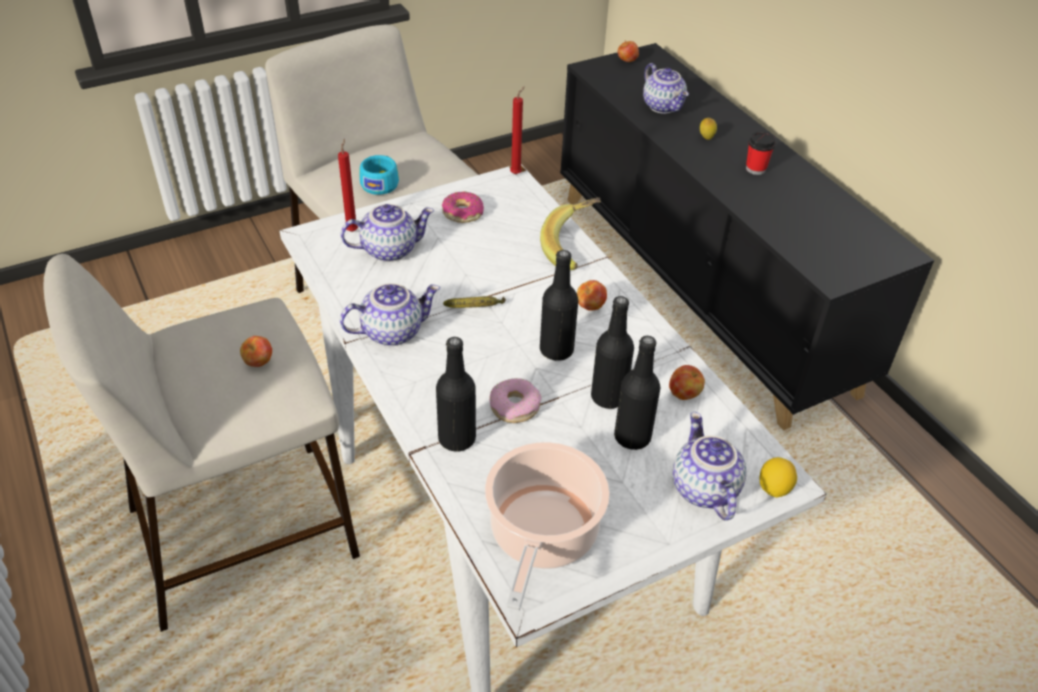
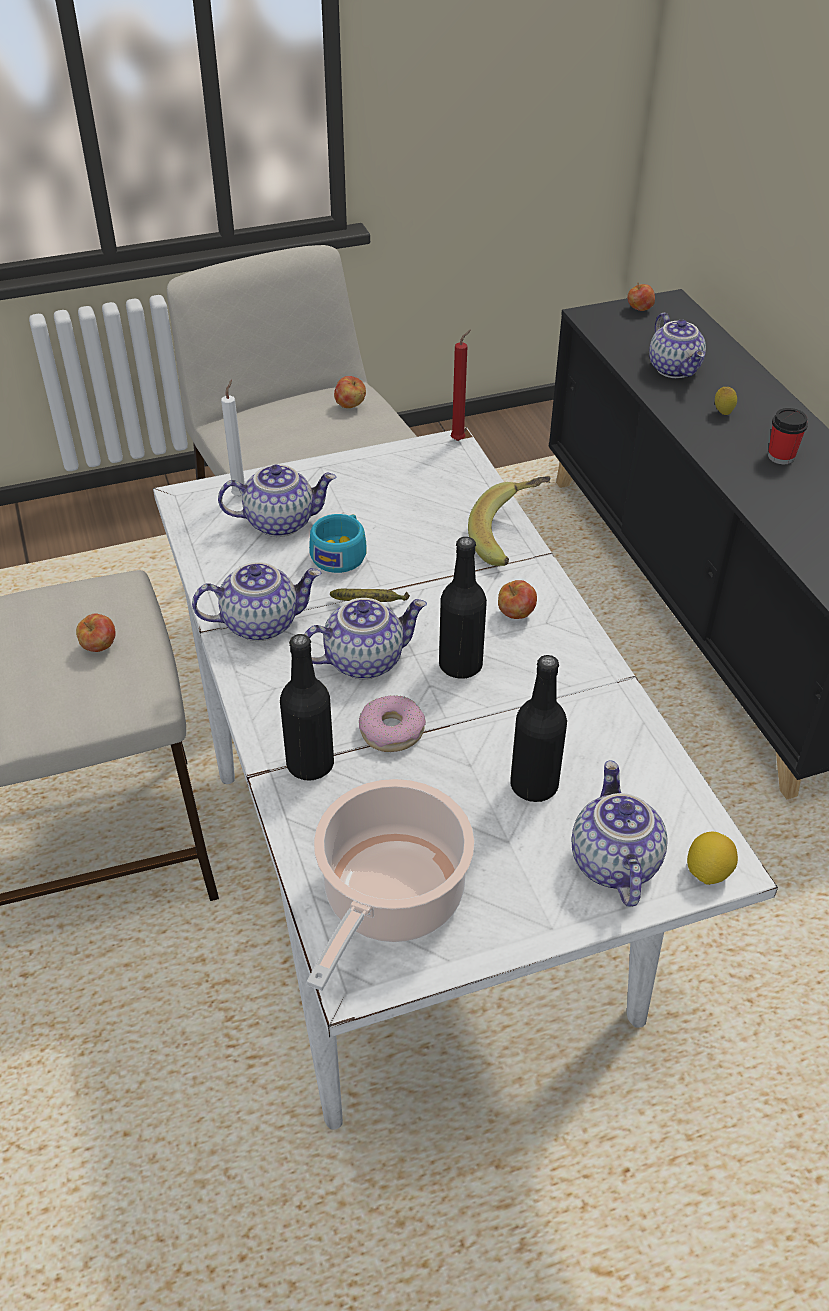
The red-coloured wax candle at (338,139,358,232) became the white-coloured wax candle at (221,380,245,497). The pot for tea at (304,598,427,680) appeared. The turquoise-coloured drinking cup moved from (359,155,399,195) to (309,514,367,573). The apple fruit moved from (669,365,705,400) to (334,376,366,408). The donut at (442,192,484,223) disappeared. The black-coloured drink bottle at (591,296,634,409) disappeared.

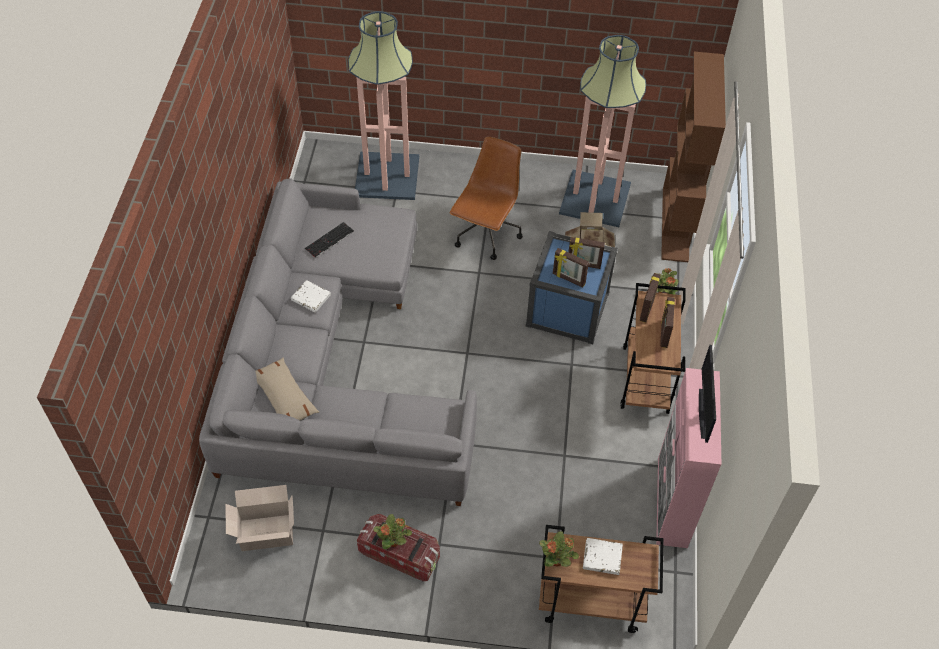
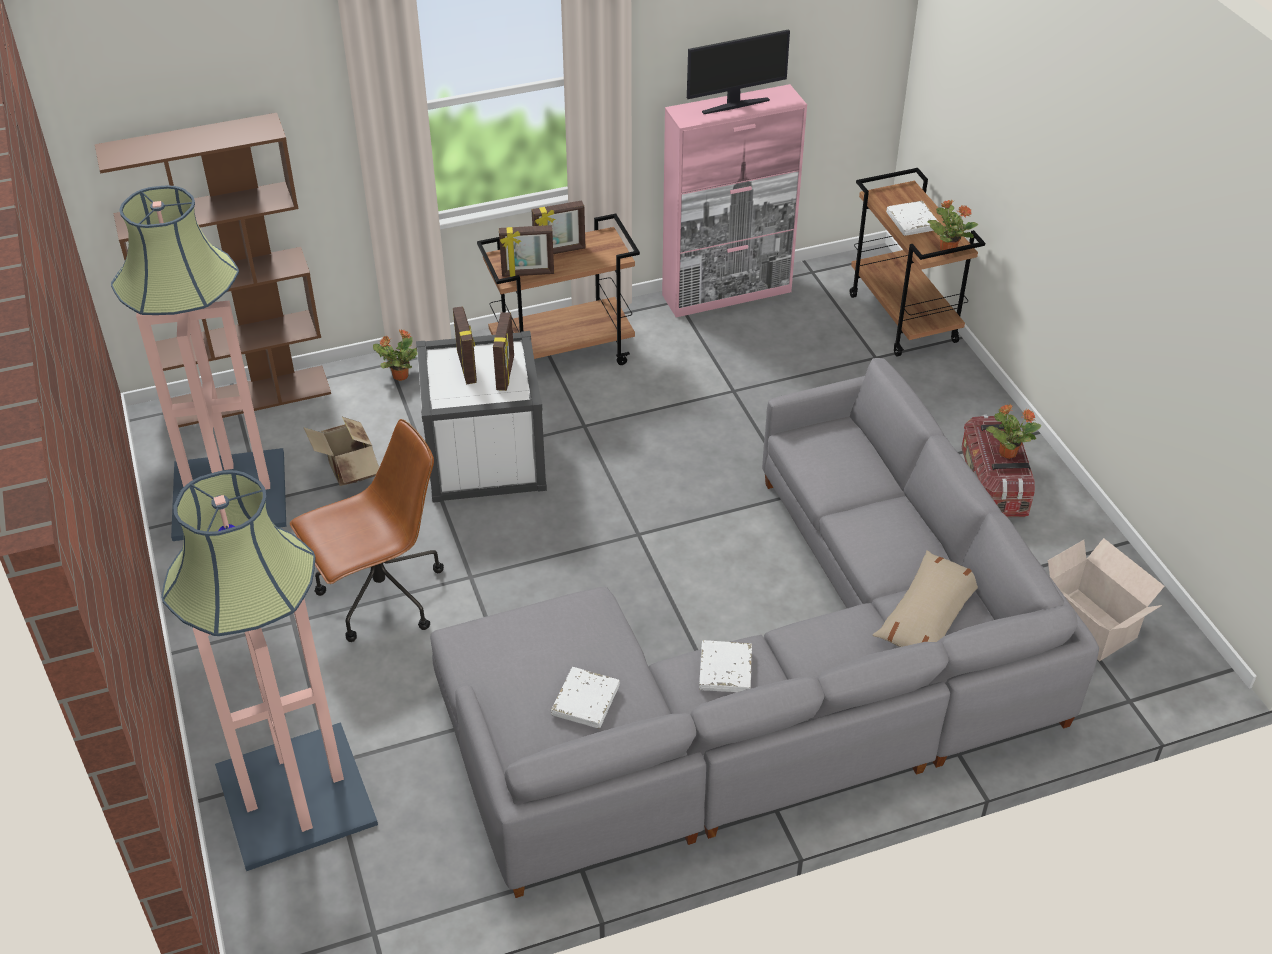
The brown computer chair at (450,137,523,260) turned 150 degrees clockwise. The blue storage bin at (526,231,618,344) became the white-coloured storage bin at (416,331,547,503). The keyboard at (305,222,354,258) was replaced by the white-coloured book at (551,667,620,728).

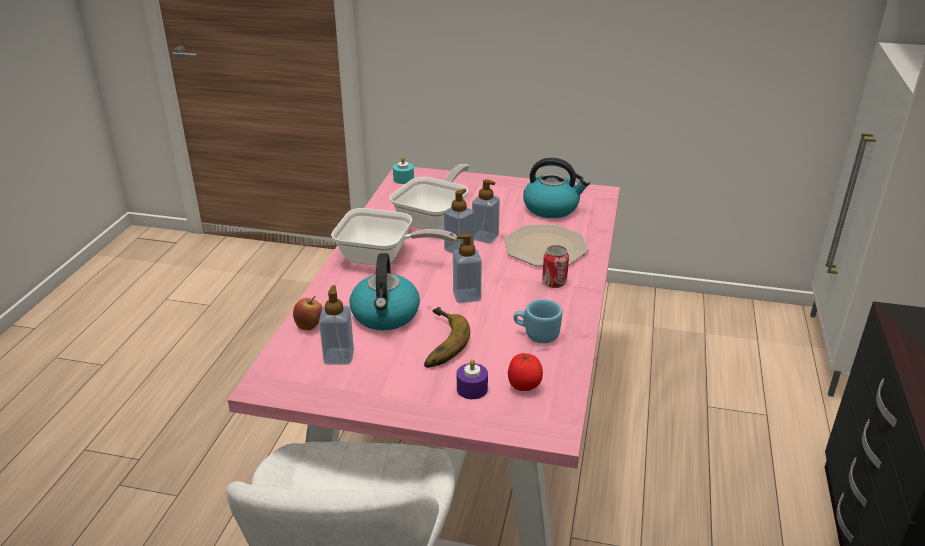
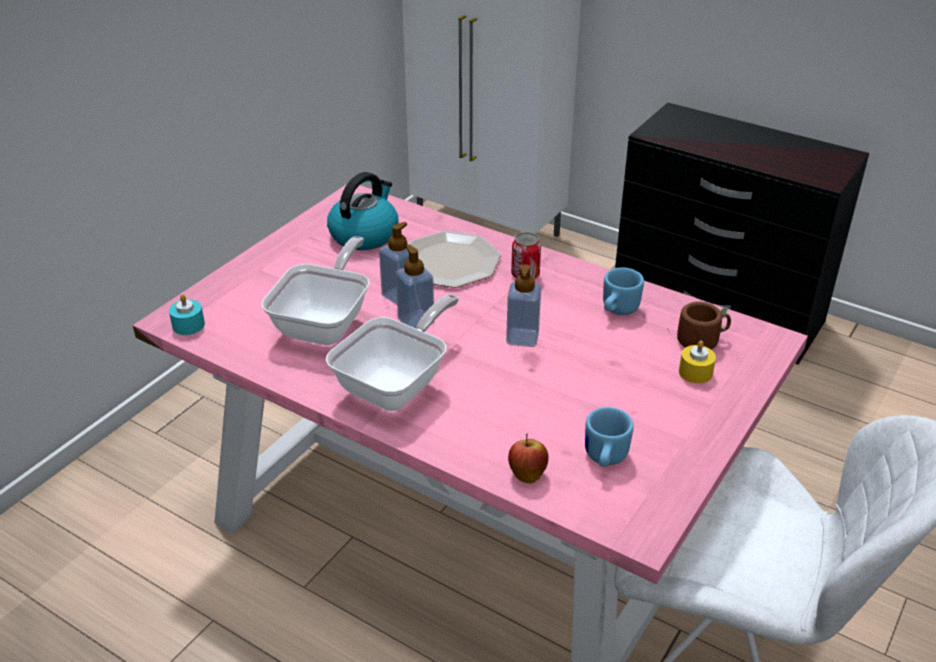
The frying pan at (390,164,469,230) turned 60 degrees clockwise. The soap bottle at (319,285,354,365) was replaced by the blue mug at (585,407,634,467). The tomato at (508,353,543,391) was replaced by the brown mug at (667,301,731,349). The purple wax candle at (457,359,488,399) became the yellow wax candle at (679,340,716,384). The water kettle at (349,253,420,330) disappeared. The banana fruit at (424,307,470,368) disappeared.

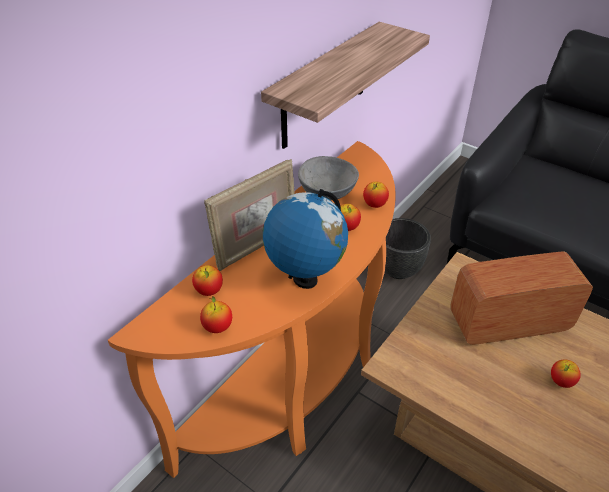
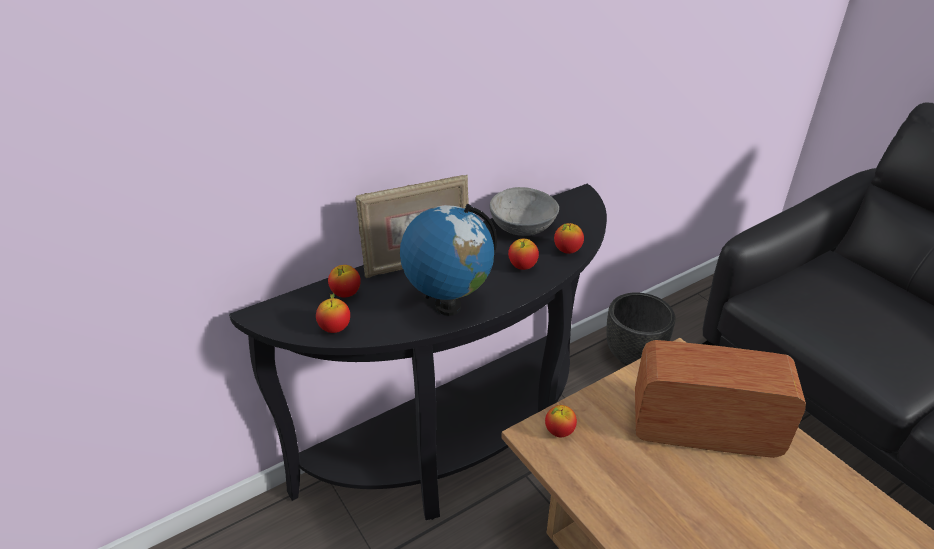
The orange-coloured hall table at (108,141,396,478) became the black-coloured hall table at (229,184,607,520). The apple fruit moved from (551,360,581,388) to (545,405,577,438). The bracket shelf at (261,22,430,149) disappeared.

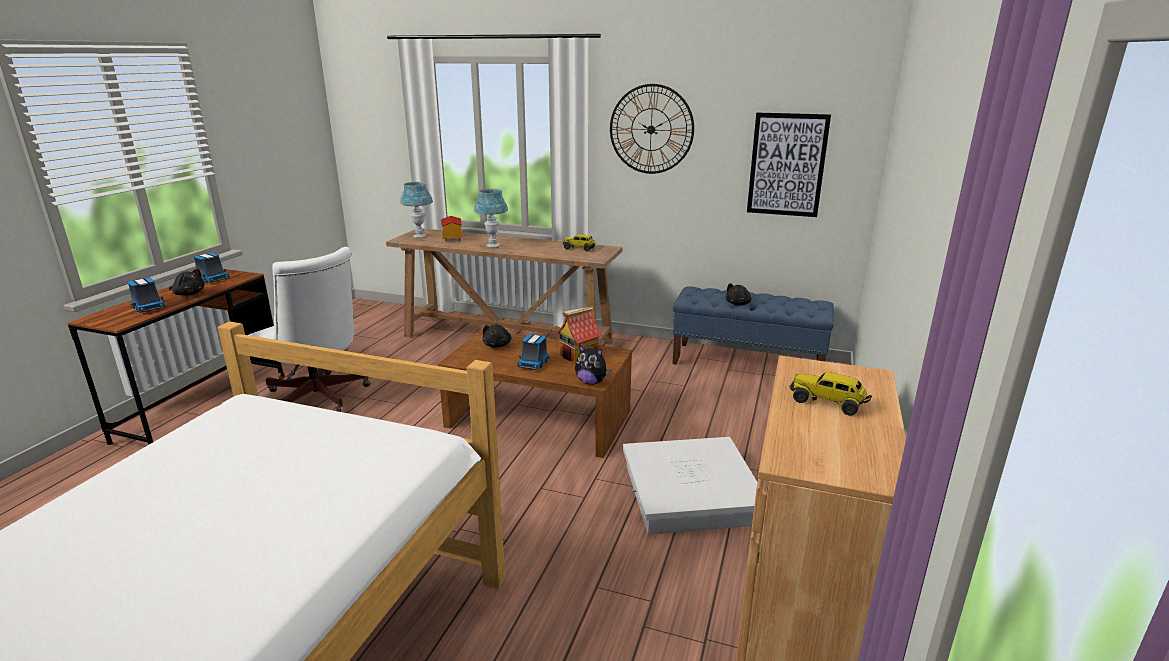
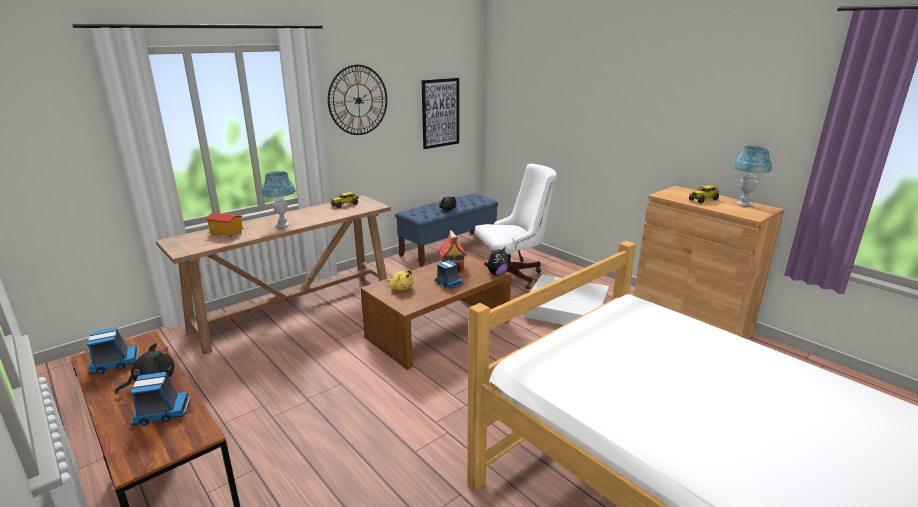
The black-coloured soft toy at (483,324,512,348) became the yellow soft toy at (387,270,413,291). The white-coloured computer chair moved from (249,247,370,412) to (475,163,557,289). The blue lamp for a table moved from (400,182,433,238) to (733,146,772,206).

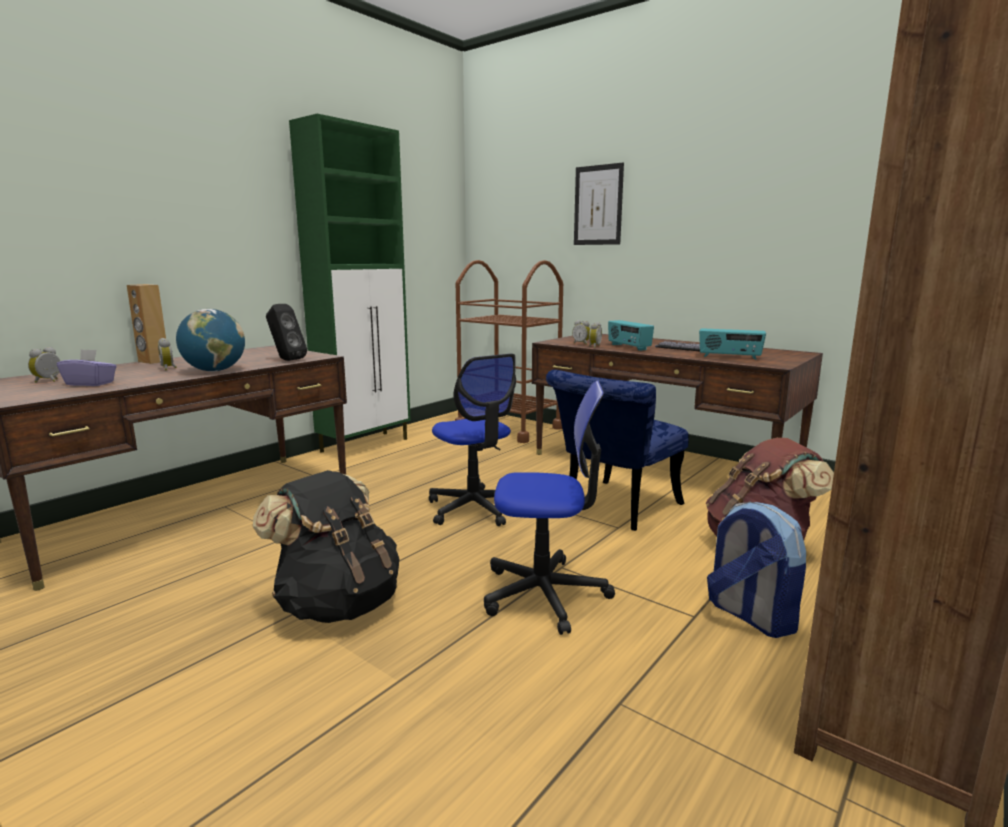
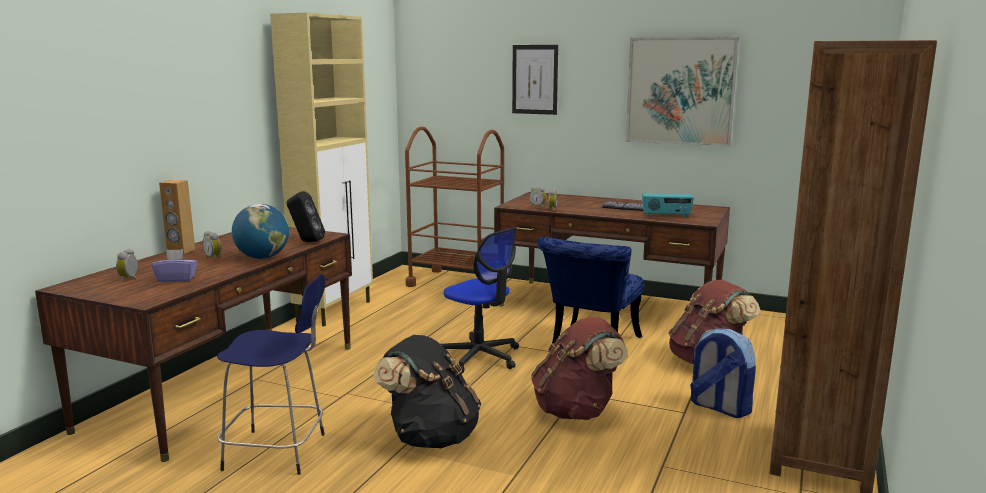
The blue sitting stool at (217,274,325,475) appeared. The greenish storage cabinet at (289,114,411,453) became the sand-coloured storage cabinet at (270,13,373,326). The computer chair at (484,381,615,635) was replaced by the brown rucksack at (531,317,628,420). The wall picture at (626,37,740,147) appeared. The radio receiver at (608,320,654,351) disappeared.

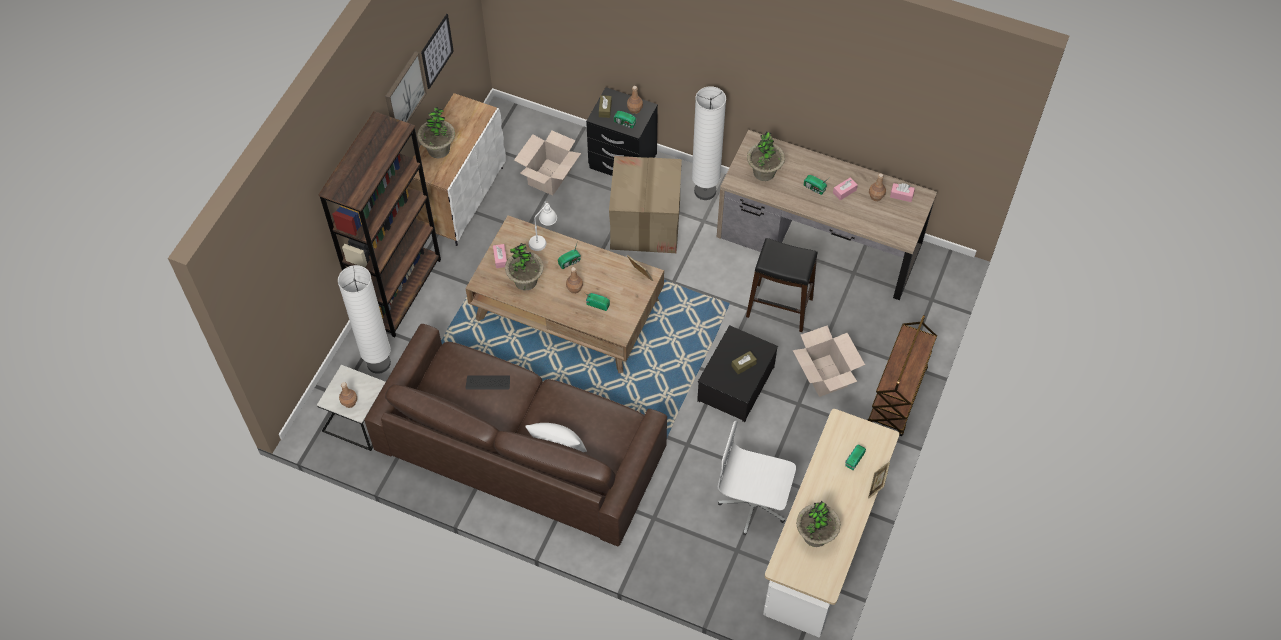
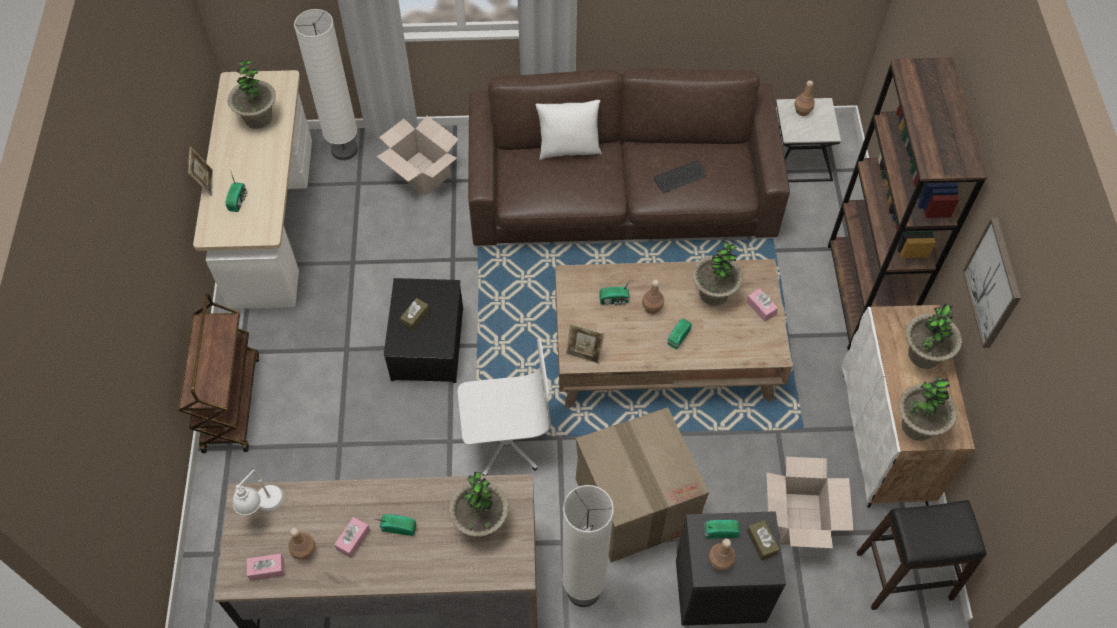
The white-coloured lamp for a table moved from (528,201,557,251) to (233,470,284,515). The white-coloured standard lamp moved from (338,265,391,374) to (294,9,358,160). The cardboard box moved from (793,326,865,397) to (377,116,459,196). The white-coloured computer chair moved from (718,421,796,535) to (458,339,551,476). The black-coloured sitting stool moved from (746,238,818,332) to (856,500,986,610). The plant in a pot at (899,376,957,441) appeared. The wall picture at (421,14,454,89) disappeared.

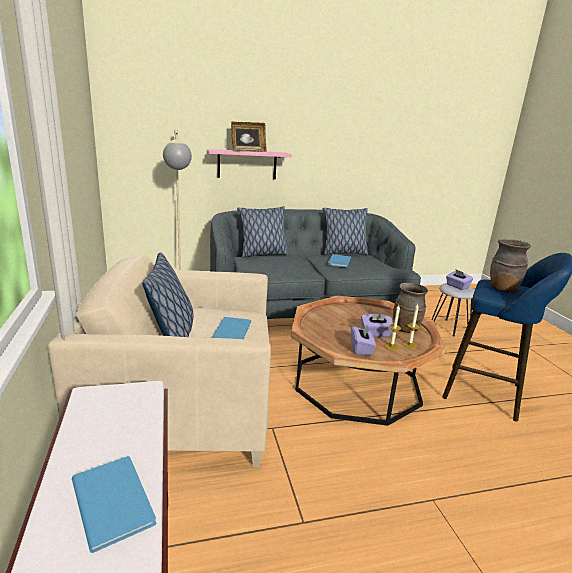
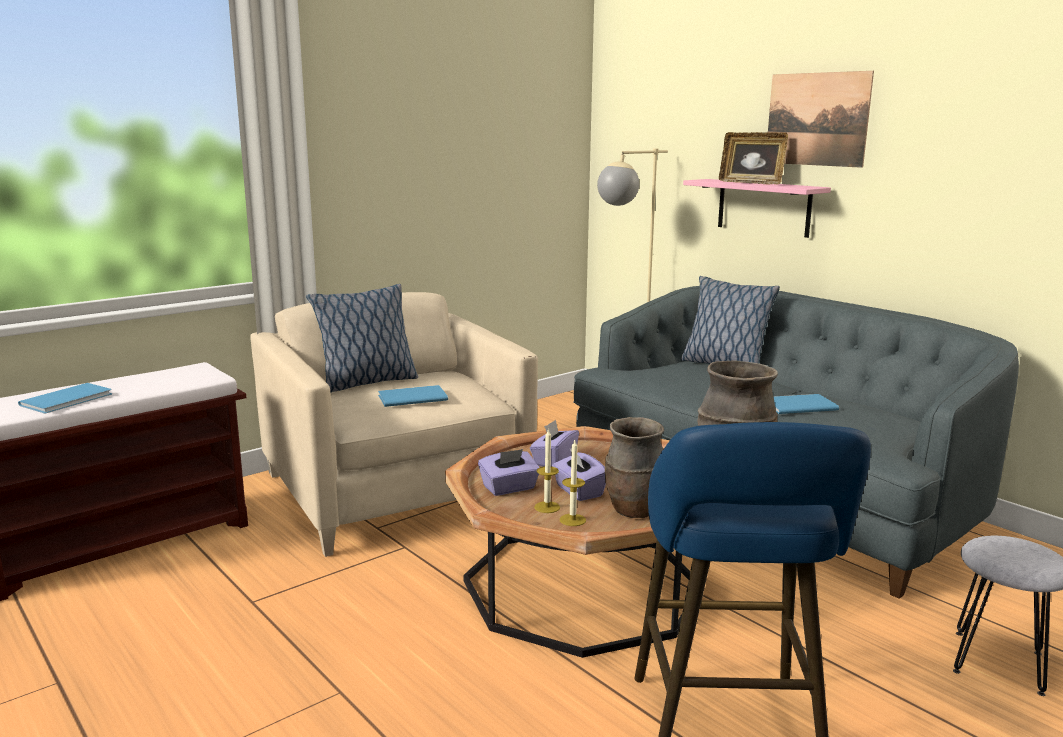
The purple tissue holder moved from (446,270,473,290) to (530,420,579,467). The wall picture at (768,71,874,168) appeared. The pillow at (322,208,368,255) disappeared.

